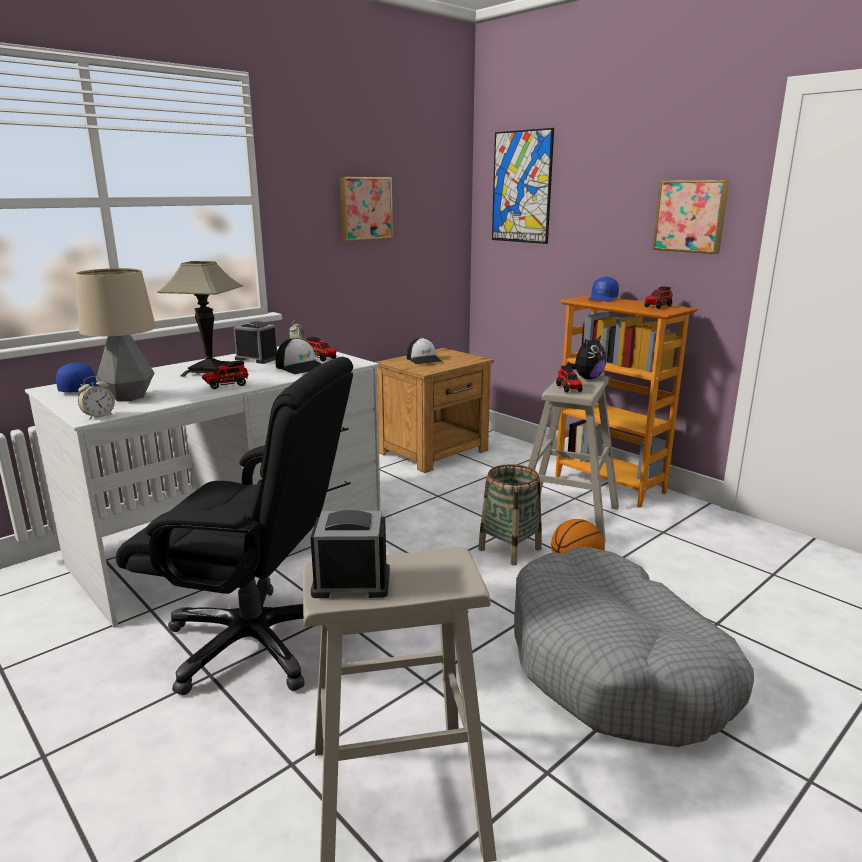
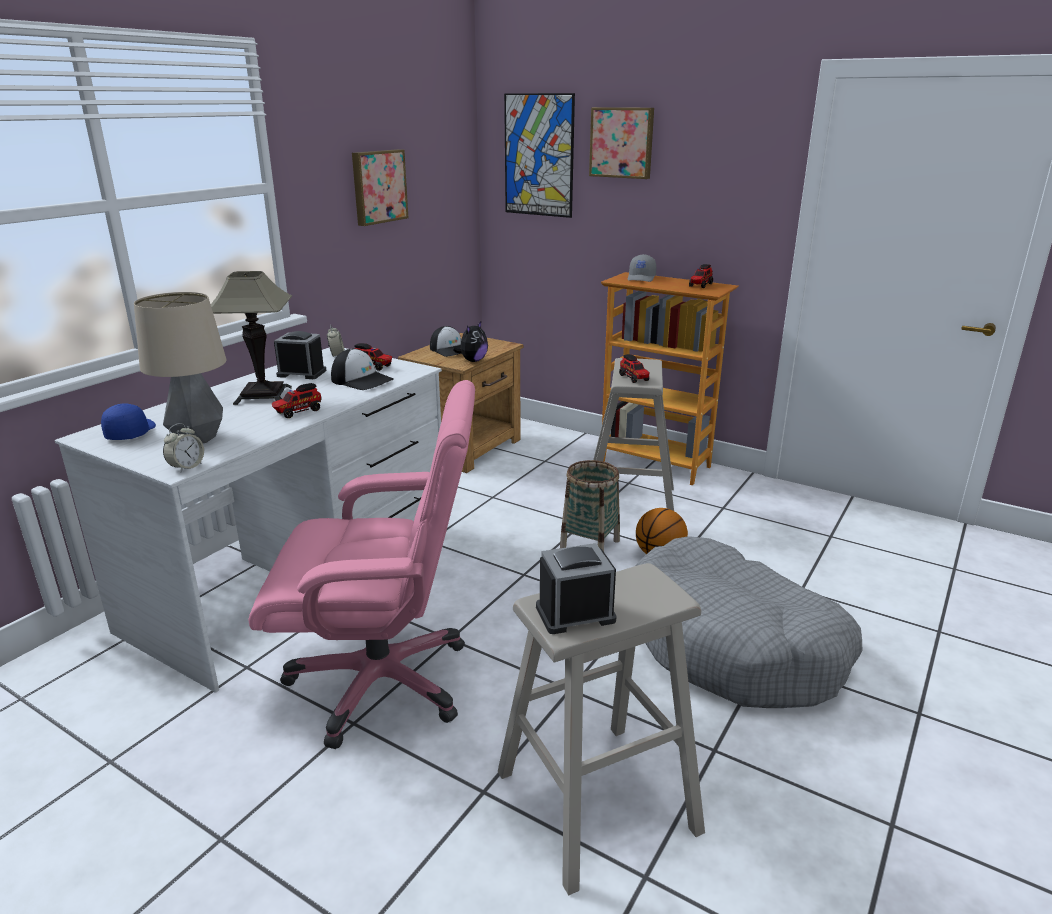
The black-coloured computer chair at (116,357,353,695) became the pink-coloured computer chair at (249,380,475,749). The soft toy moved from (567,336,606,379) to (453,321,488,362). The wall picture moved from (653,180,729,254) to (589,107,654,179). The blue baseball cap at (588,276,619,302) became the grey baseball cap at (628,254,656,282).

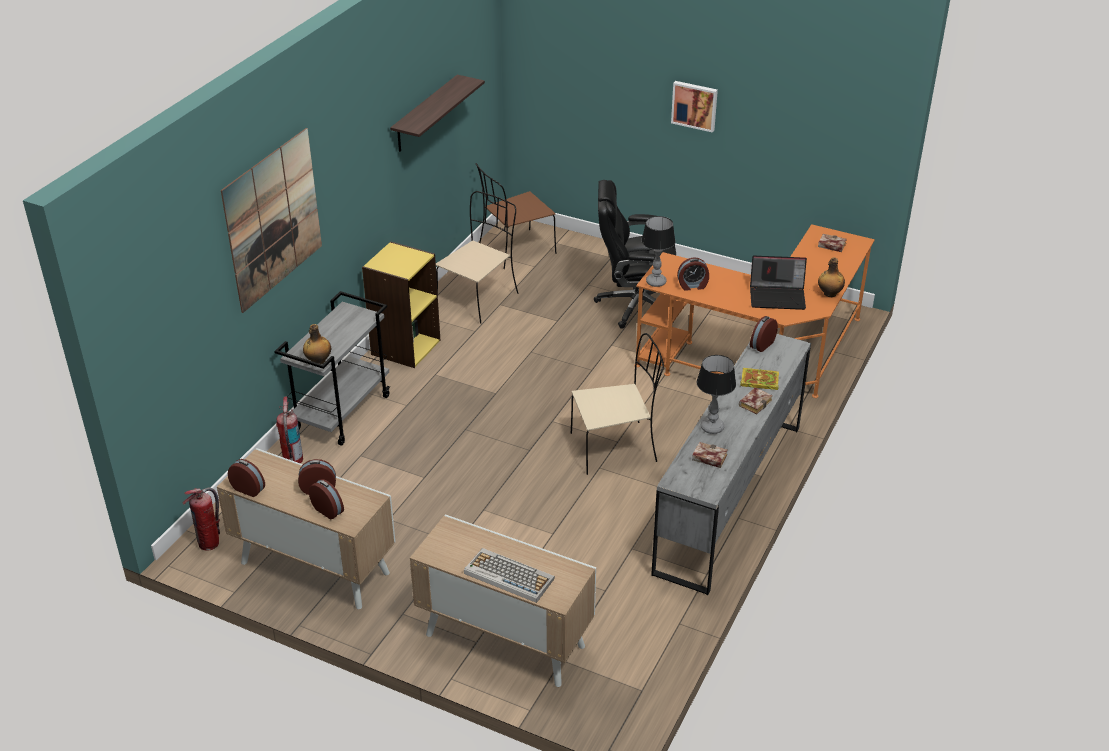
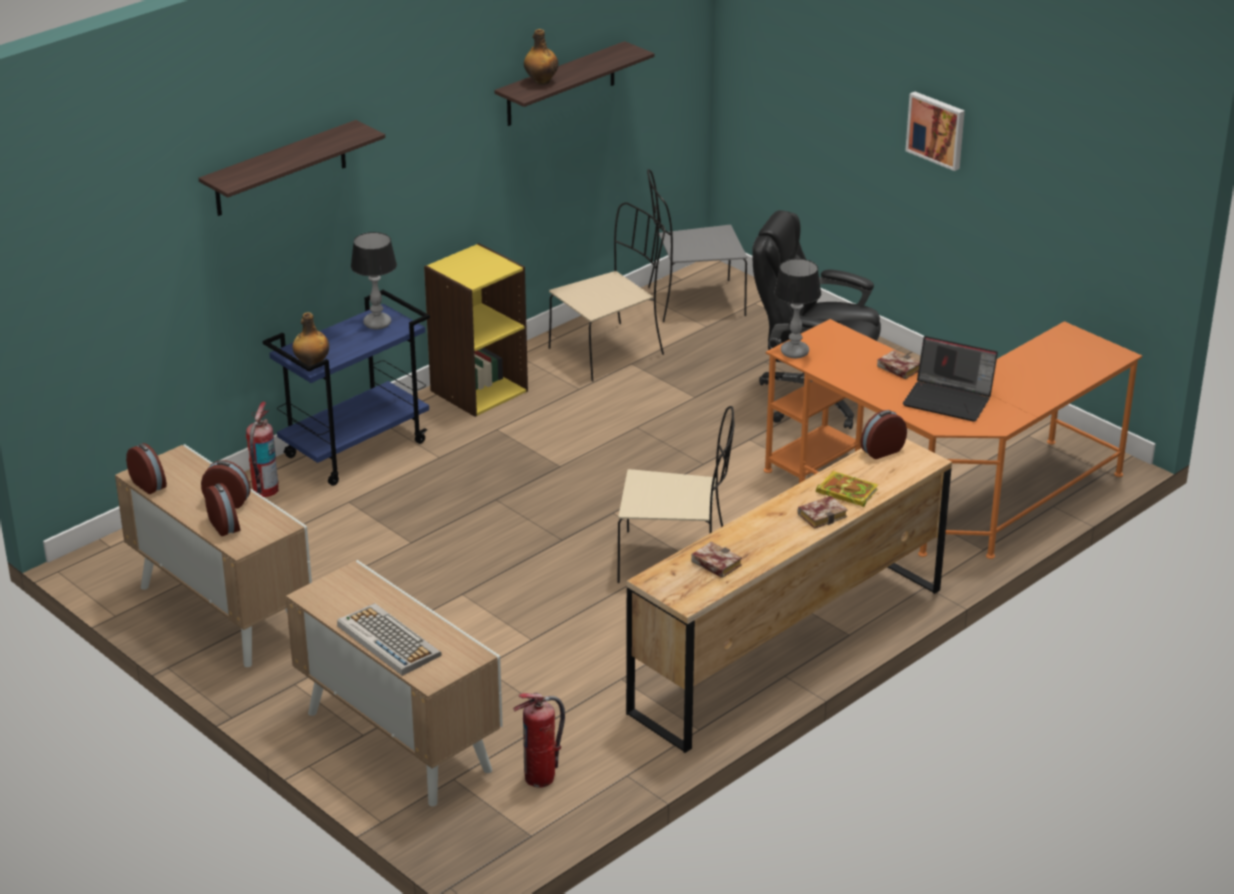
The wall picture at (221,128,322,313) was replaced by the bracket shelf at (198,120,385,216). The grey cart at (274,291,390,445) became the blue cart at (263,290,430,486). The lamp for a table moved from (697,355,736,434) to (351,232,397,329). The extinguisher moved from (182,488,220,551) to (513,693,565,787). The drink bottle moved from (818,258,845,297) to (524,29,558,85). The grey chest of drawers at (651,334,811,595) became the brown chest of drawers at (626,439,952,753). The brown upright chair at (475,163,556,269) became the grey upright chair at (647,169,747,322). The book moved from (818,234,847,252) to (877,350,920,379). The table clock at (677,257,709,291) disappeared.

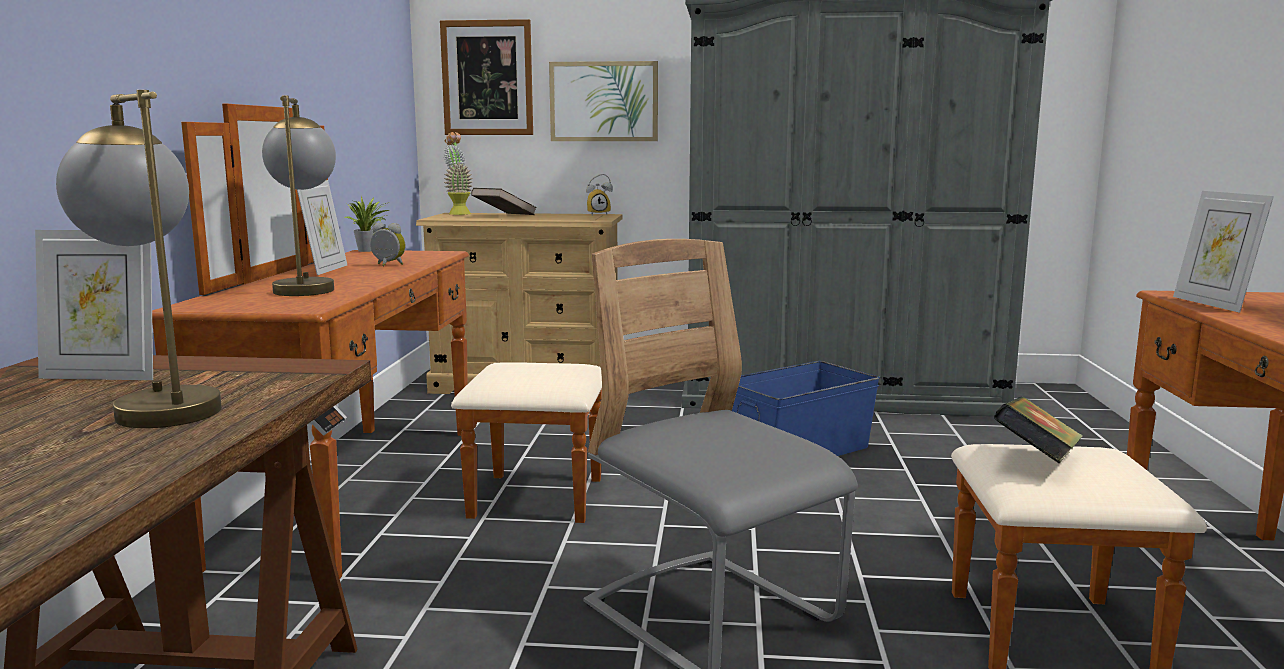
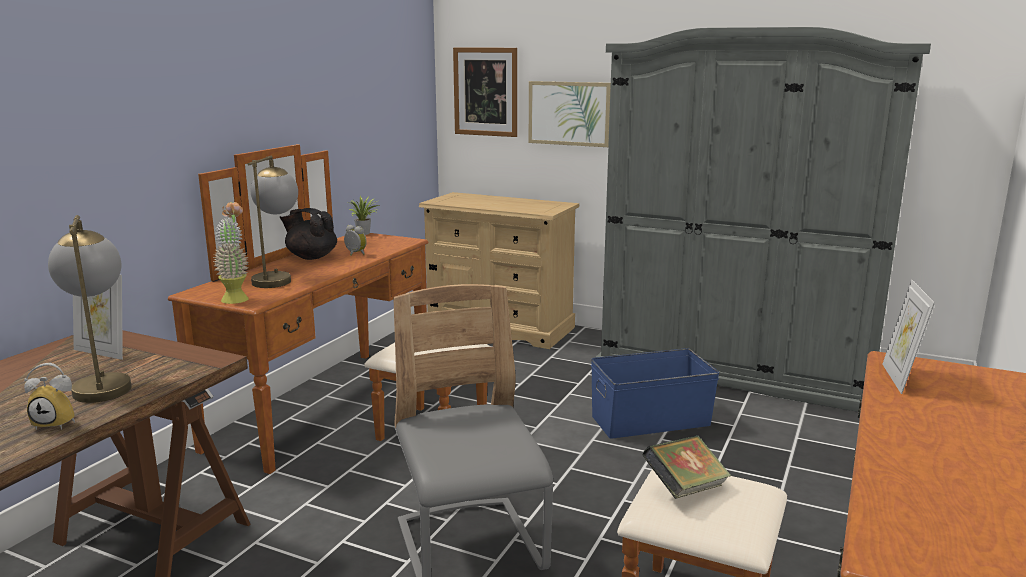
The table clock moved from (586,174,613,216) to (24,363,75,430). The plant in a pot moved from (443,132,473,215) to (213,202,249,304). The standing frame at (297,180,347,275) was replaced by the black-coloured pot for tea at (280,208,337,260). The brown book at (471,188,537,215) disappeared.

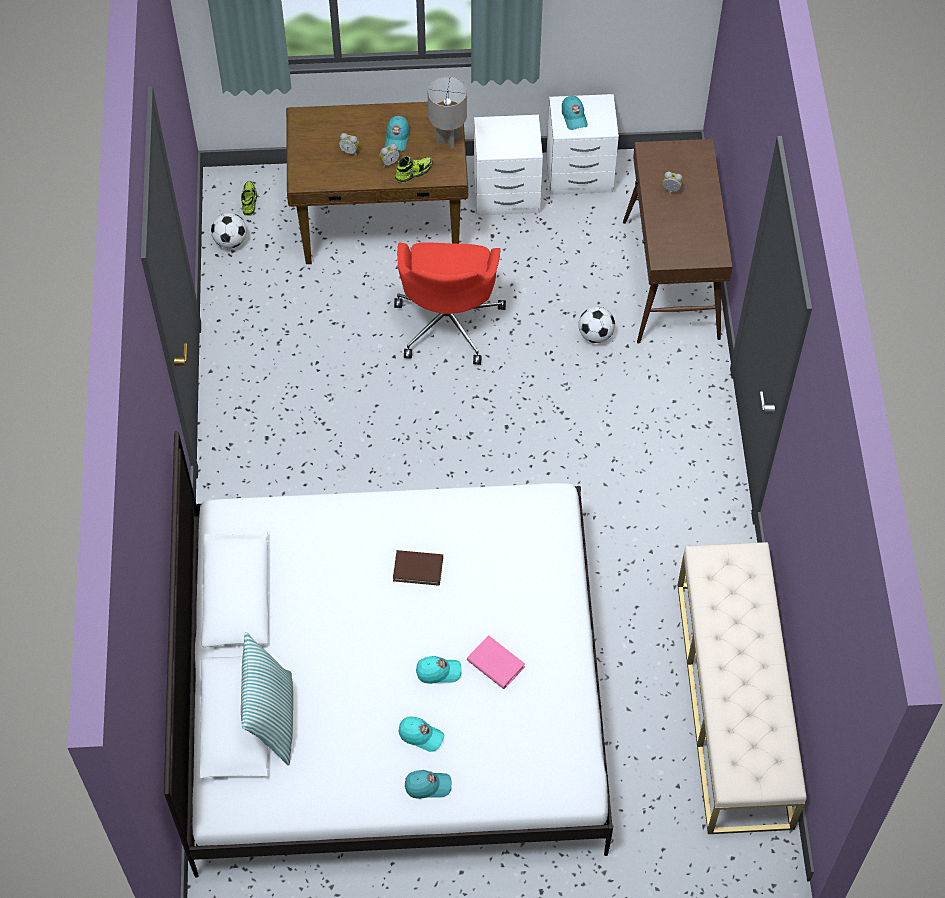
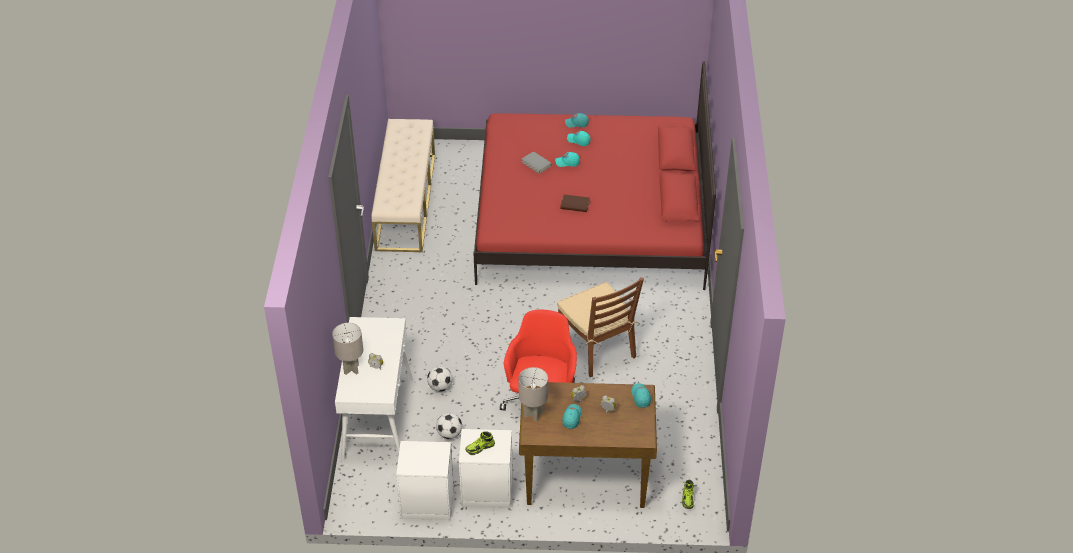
The grey lamp for a table at (332,323,363,375) appeared. The brown hall table at (623,139,732,344) became the white-coloured hall table at (335,317,413,461). The football moved from (211,213,247,248) to (436,413,462,439). The low shoe moved from (395,156,433,183) to (465,431,495,455). The white-coloured bed at (164,431,613,877) became the red-coloured bed at (473,61,716,290). The pink-coloured book at (467,635,525,689) became the grey book at (521,151,552,174). The brown upright chair at (557,277,644,377) appeared. The turquoise-coloured baseball cap moved from (562,96,588,130) to (631,383,651,408). The pillow at (241,632,293,765) disappeared.

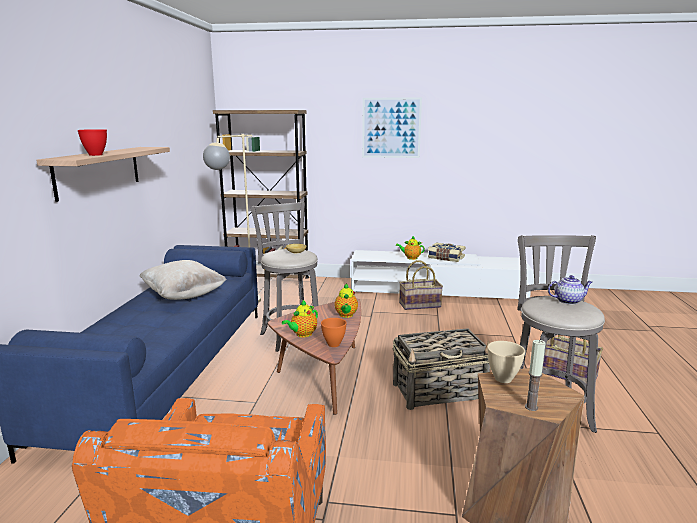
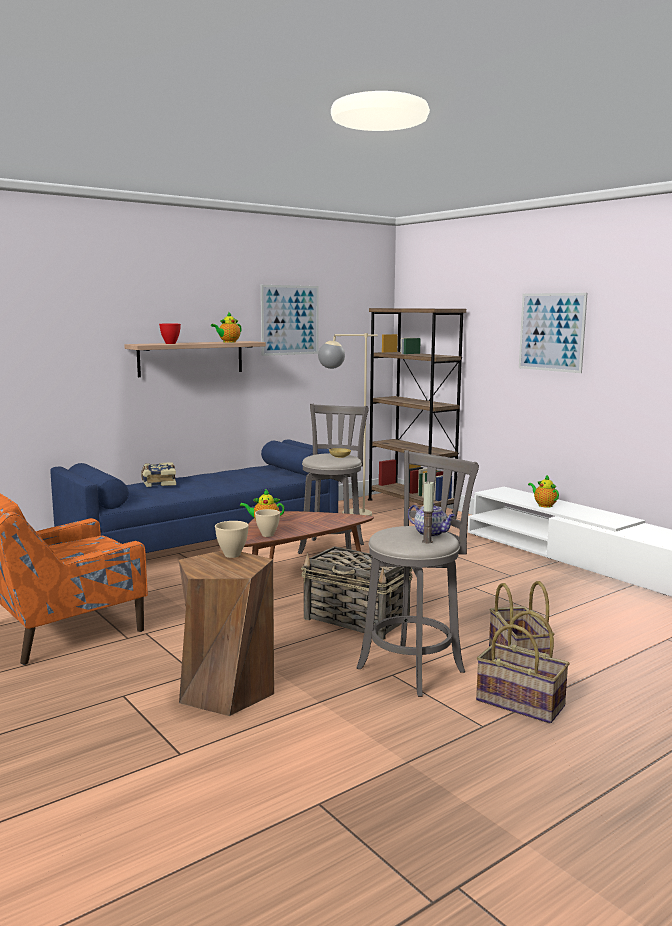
The book moved from (428,243,466,262) to (141,462,176,487). The pot for tea moved from (334,284,358,318) to (211,312,242,343). The orange-coloured serving bowl at (321,318,347,347) became the sand-coloured serving bowl at (255,509,280,537). The wall picture at (261,285,319,356) appeared. The wax candle moved from (525,340,545,411) to (422,482,434,543). The household basket moved from (399,260,443,310) to (476,611,570,724). The sand-coloured pillow at (139,260,227,300) disappeared.

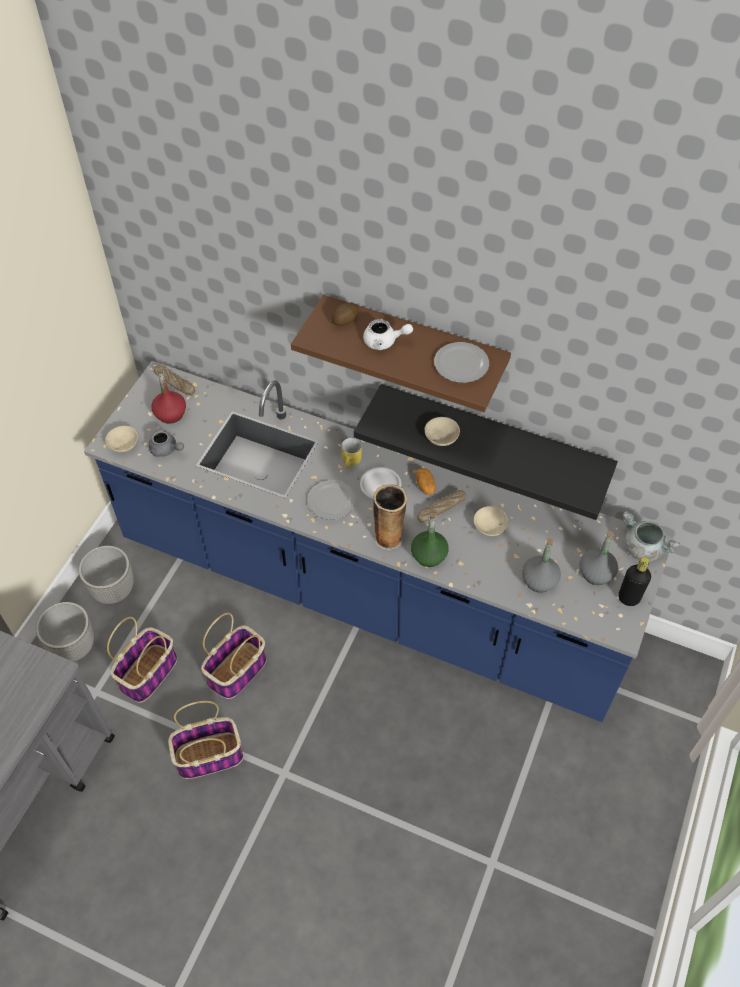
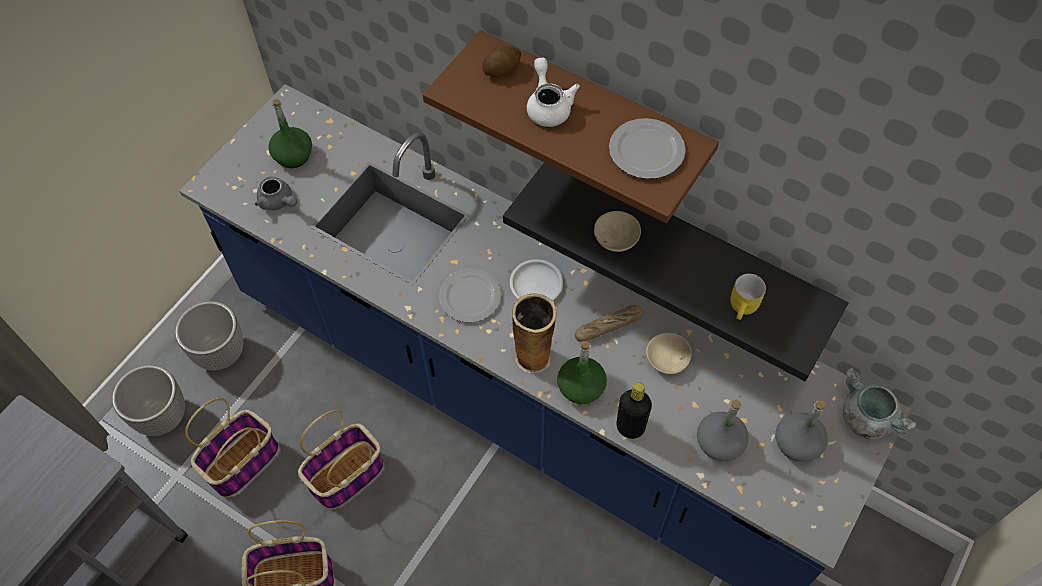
The red-coloured drink bottle at (151,368,186,424) became the greenish drink bottle at (268,99,312,168). The white-coloured pot for tea at (363,319,413,350) turned 120 degrees counterclockwise. The black-coloured drink bottle moved from (618,556,651,606) to (616,382,652,439). The yellow mug moved from (341,438,362,469) to (731,273,766,320). The sand-coloured serving bowl at (105,426,138,453) disappeared. The bakery bread at (154,365,195,395) disappeared. The spud at (416,468,436,495) disappeared.

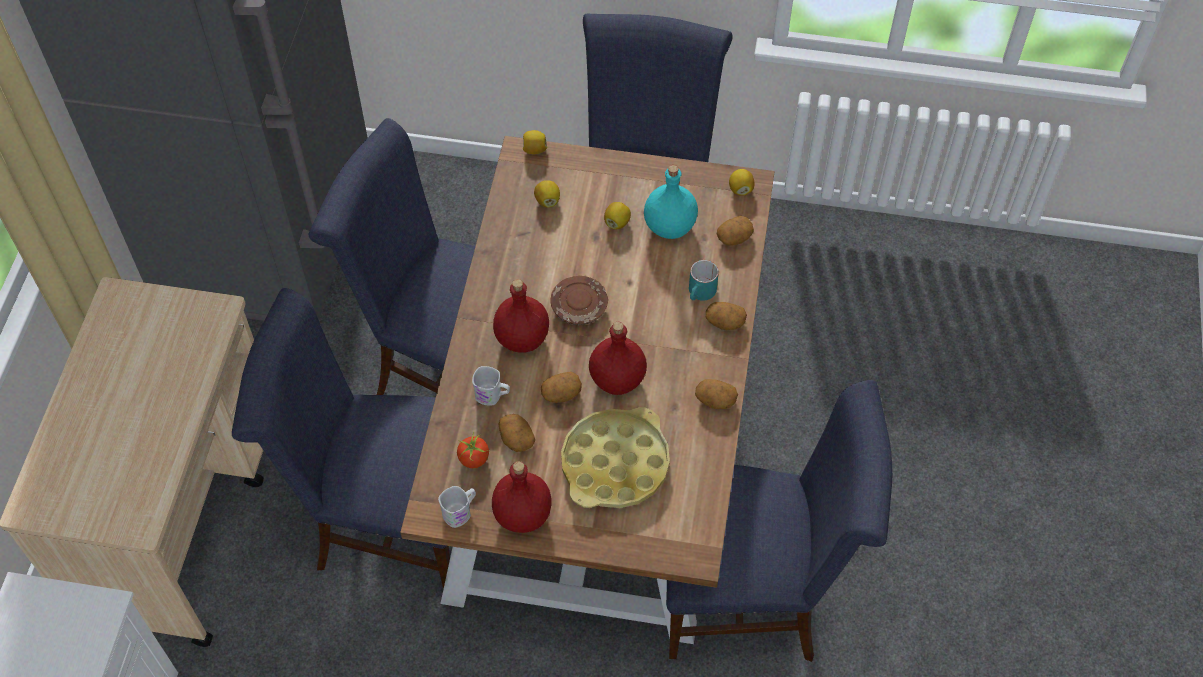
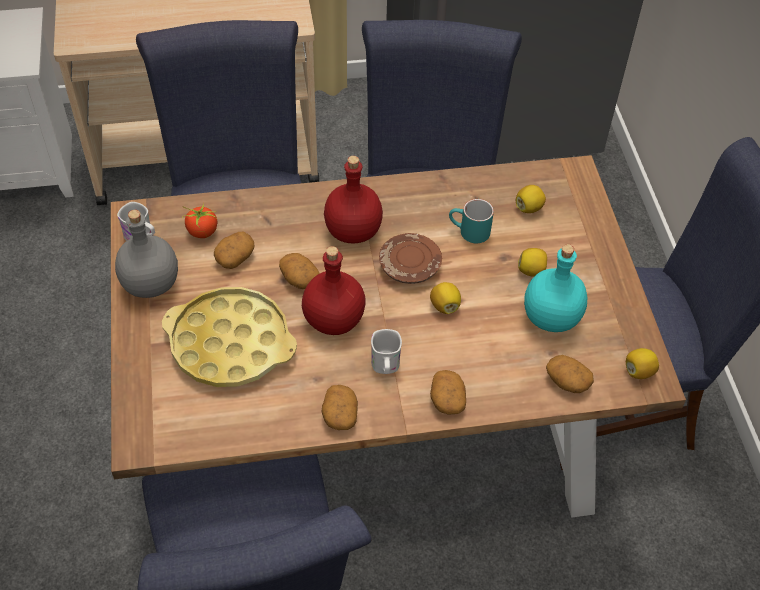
The red-coloured drink bottle at (492,461,552,533) became the grey drink bottle at (115,210,178,298). The white-coloured mug moved from (472,366,510,406) to (371,329,402,374). The whole lemon moved from (523,130,547,154) to (430,282,461,314). The turquoise-coloured mug moved from (689,260,719,301) to (449,199,494,243).

